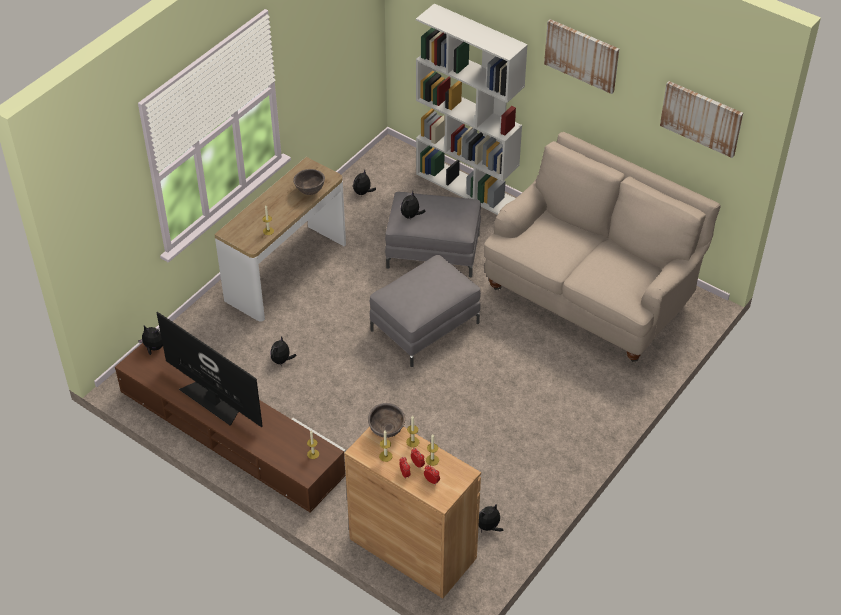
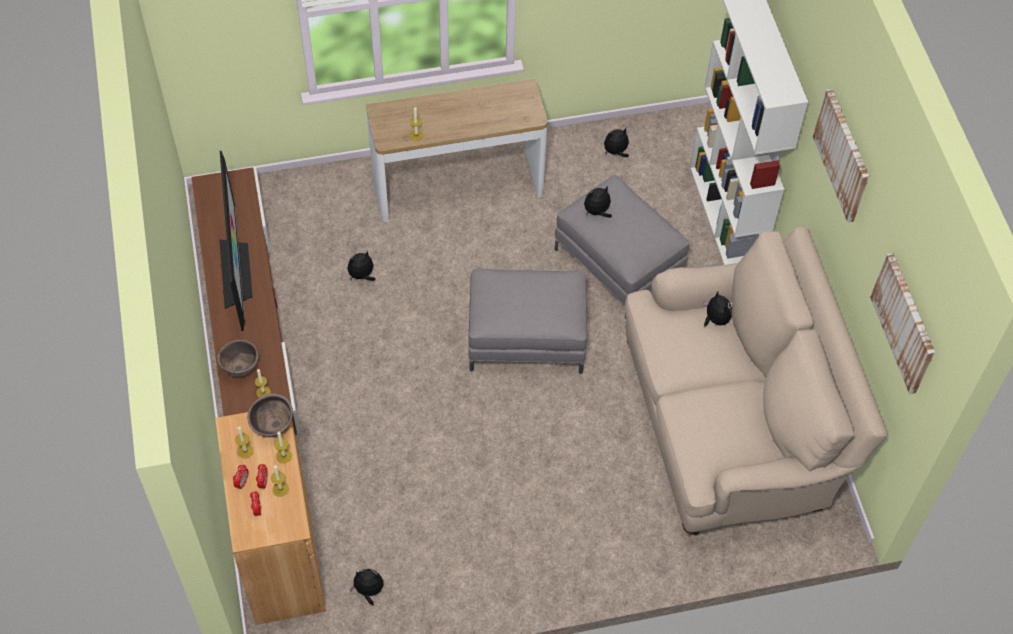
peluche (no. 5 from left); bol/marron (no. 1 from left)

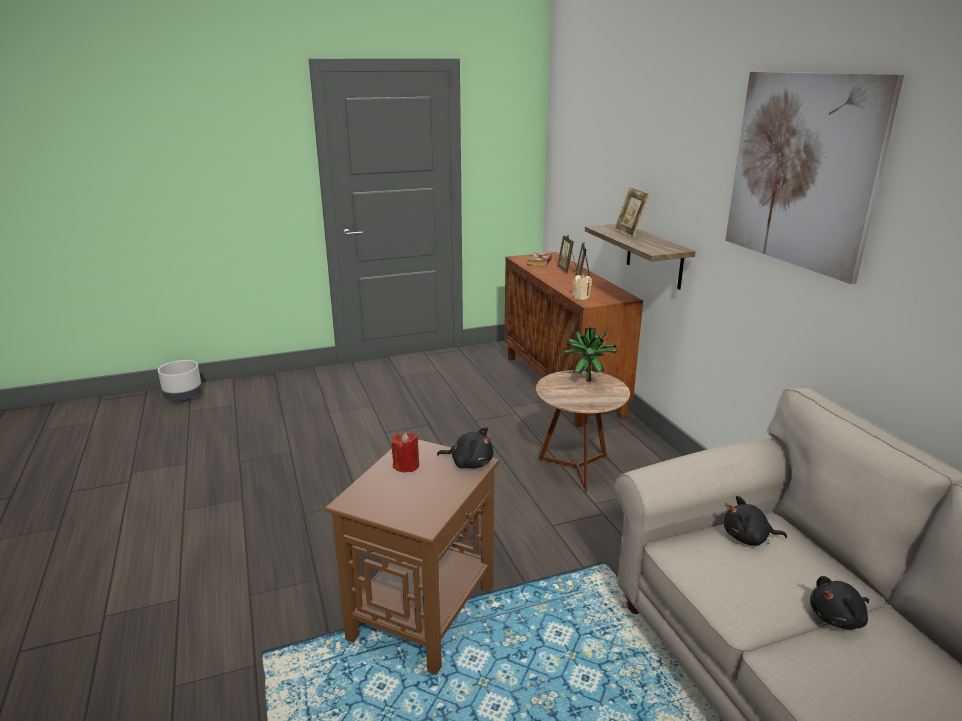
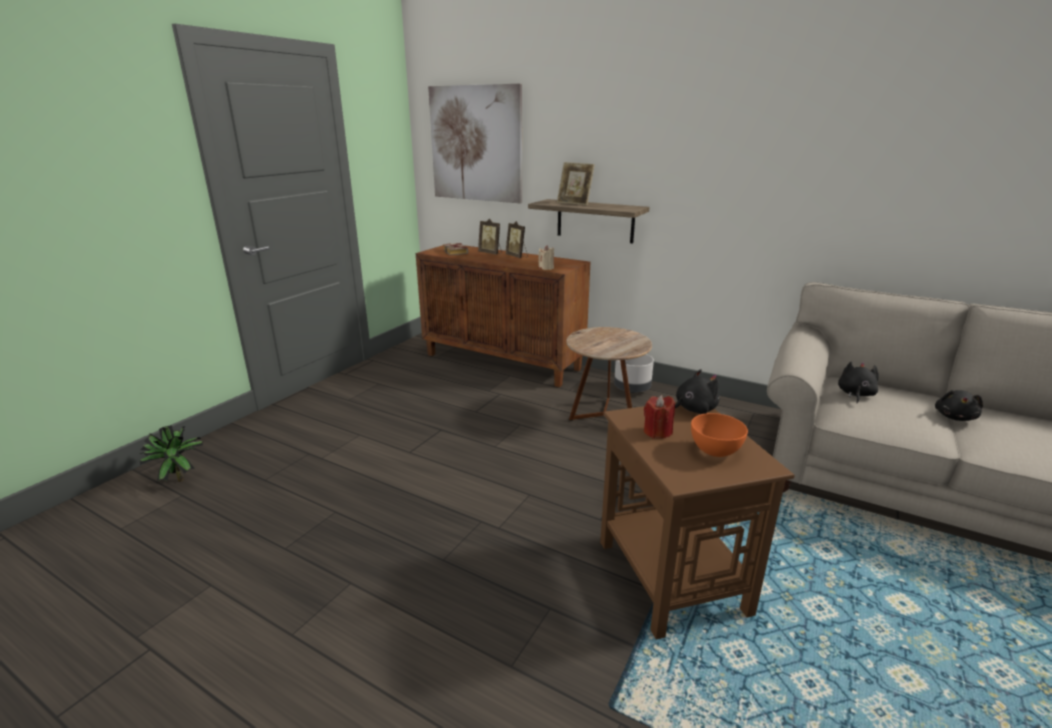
bol/orange; cache-pot/gris; plante en pot; tableau; peluche/noir (no. 2 from left)

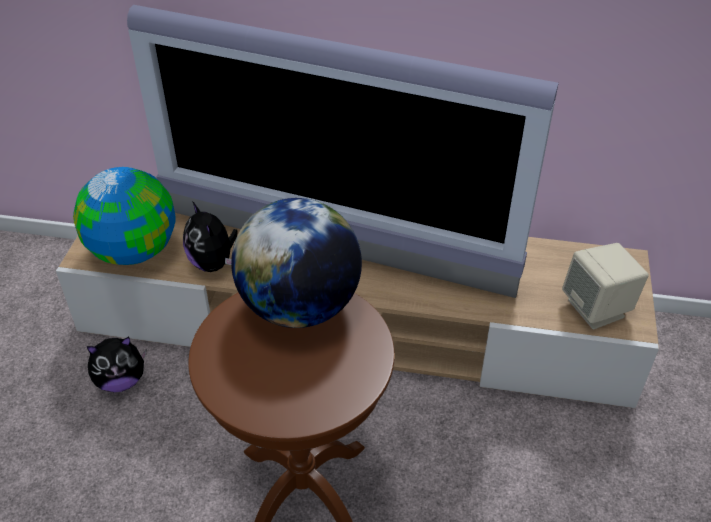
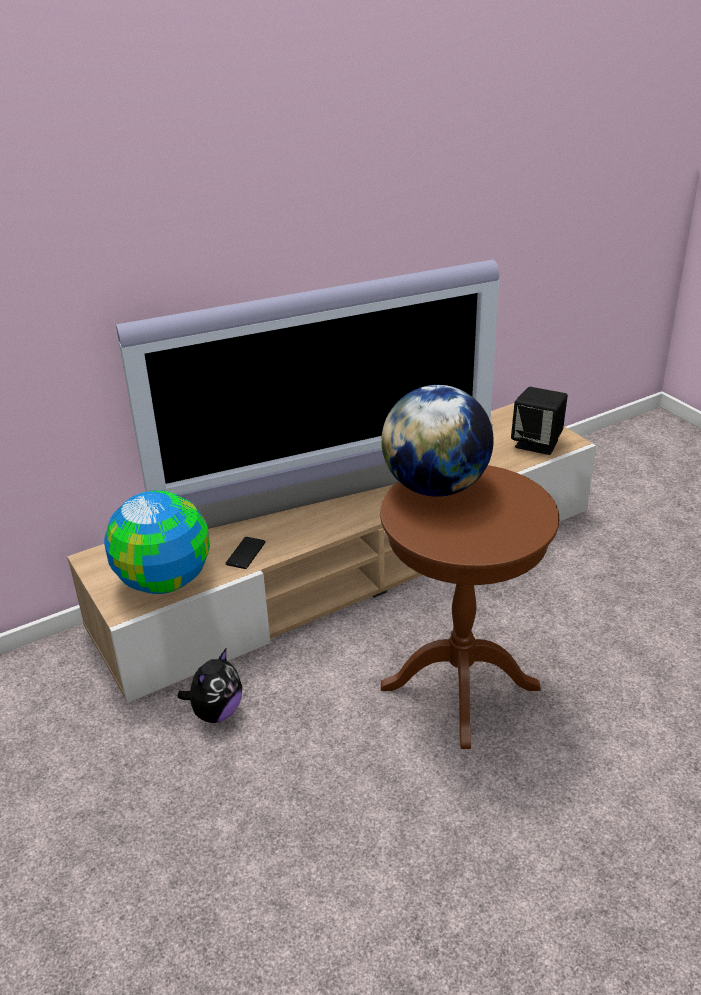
téléphone; enceinte/noir

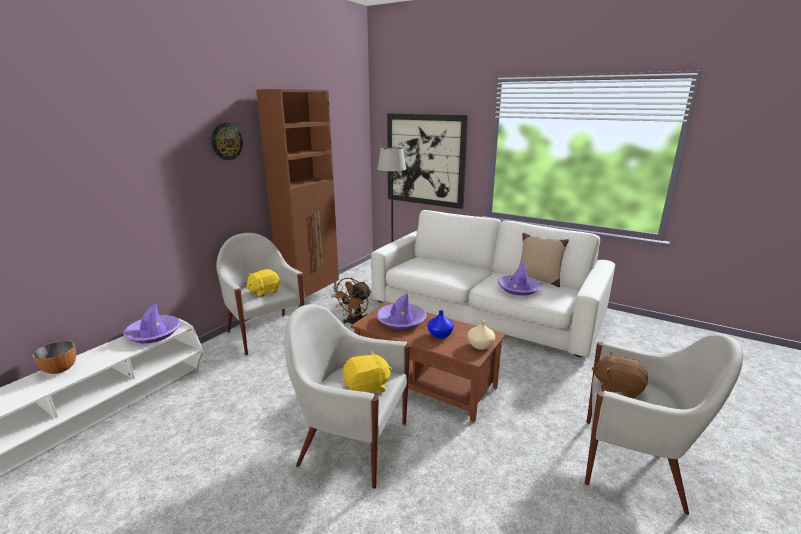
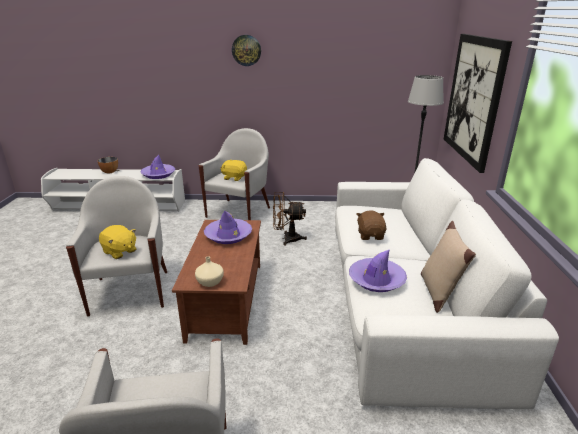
meuble de rangement/marron; vase/bleu; peluche/marron

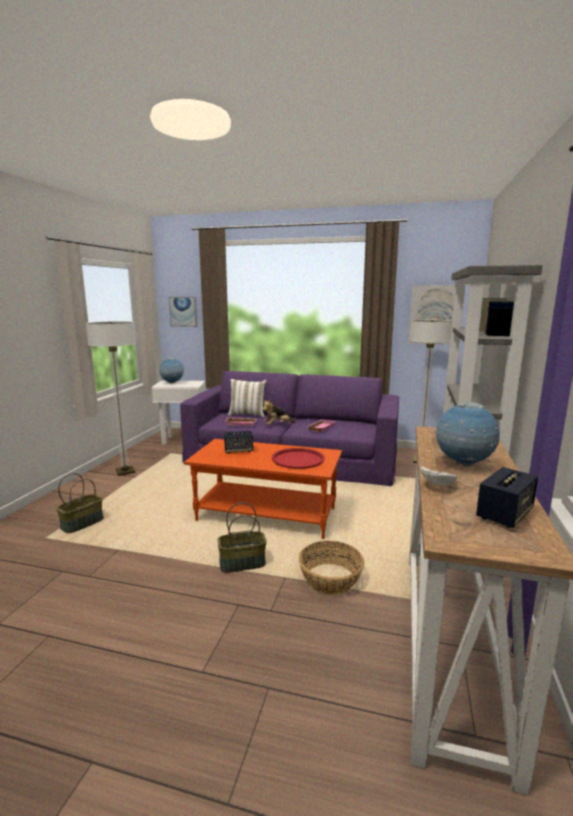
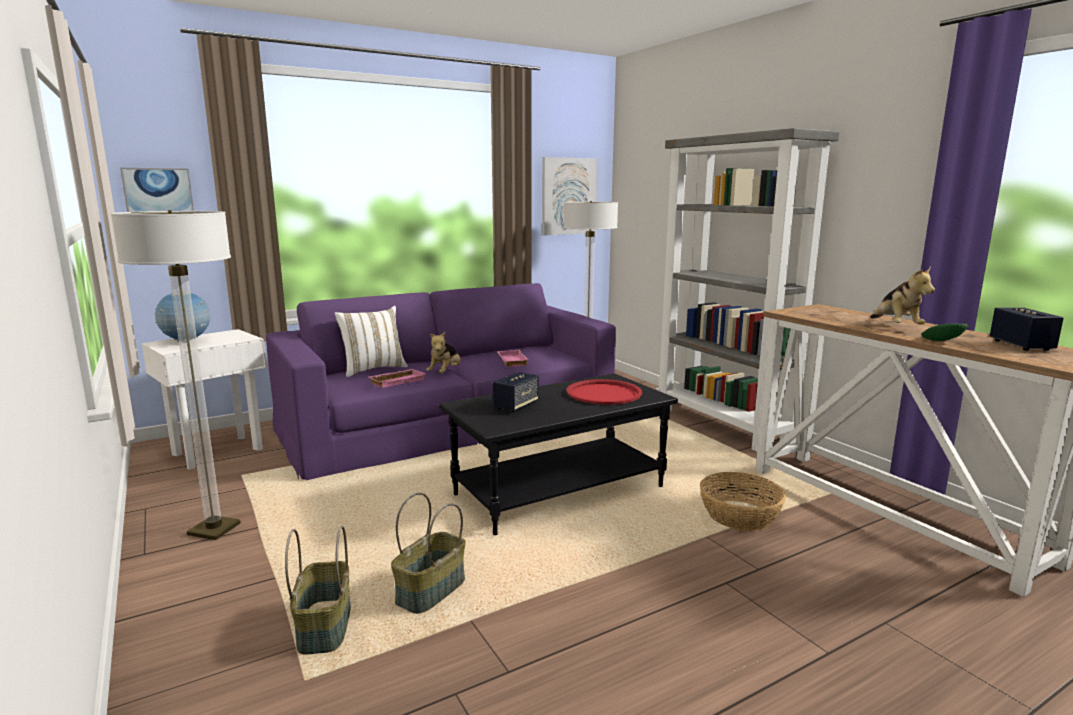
panier (no. 2 from left); peluche (no. 2 from left); table basse/noir; bol/vert

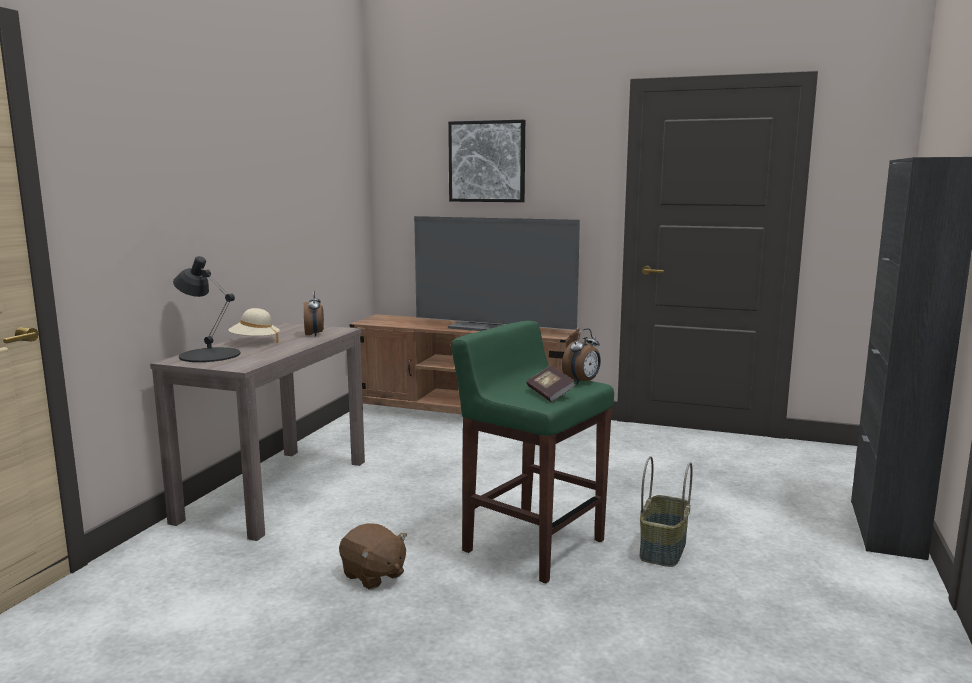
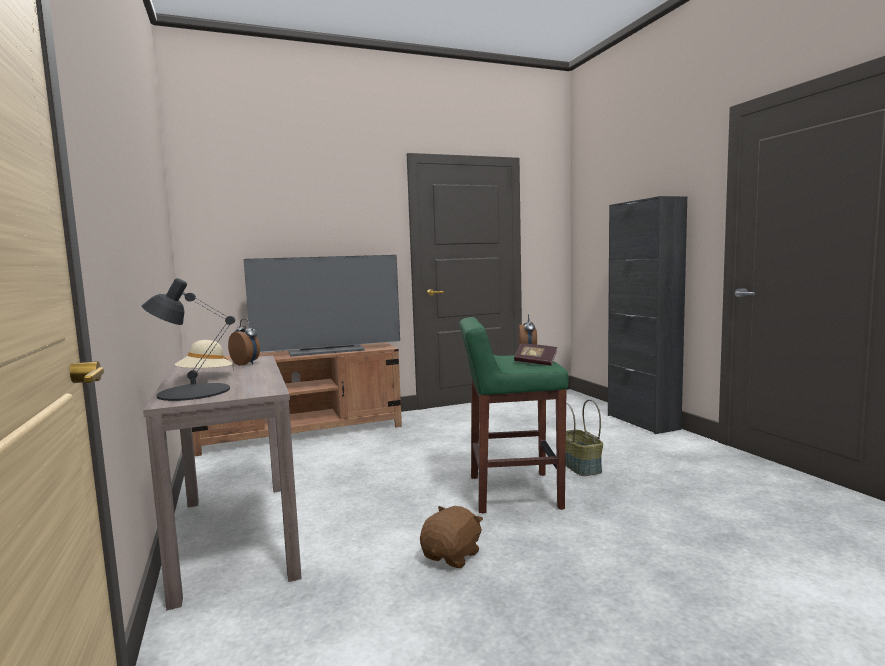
tableau; peluche/marron

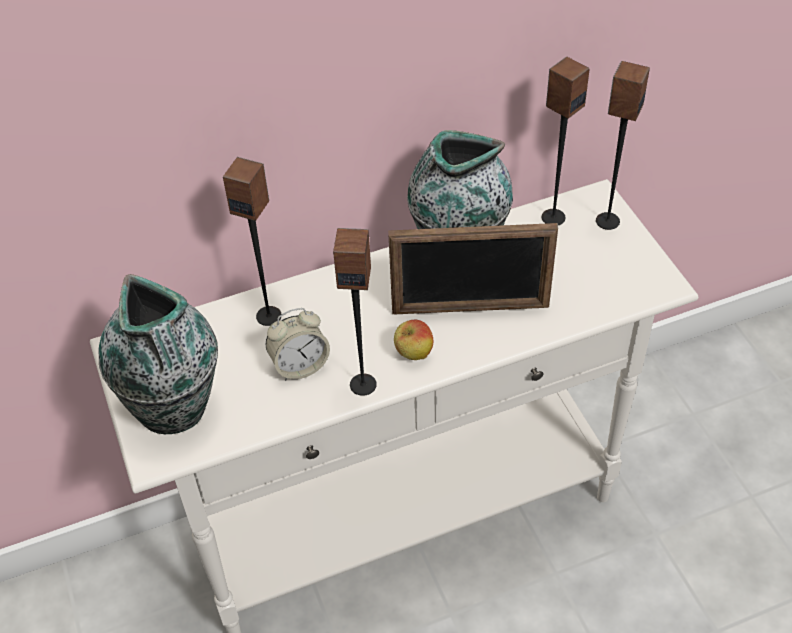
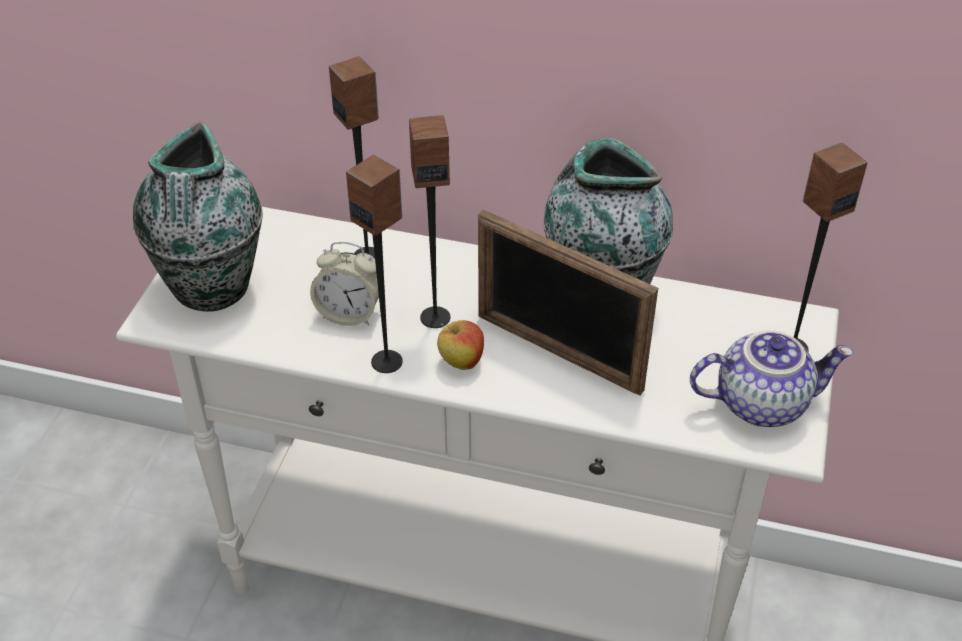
théière; enceinte (no. 3 from left)

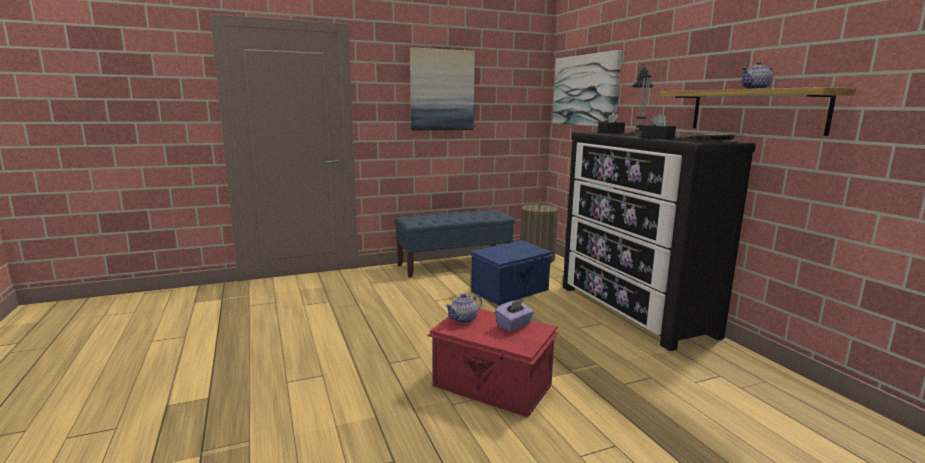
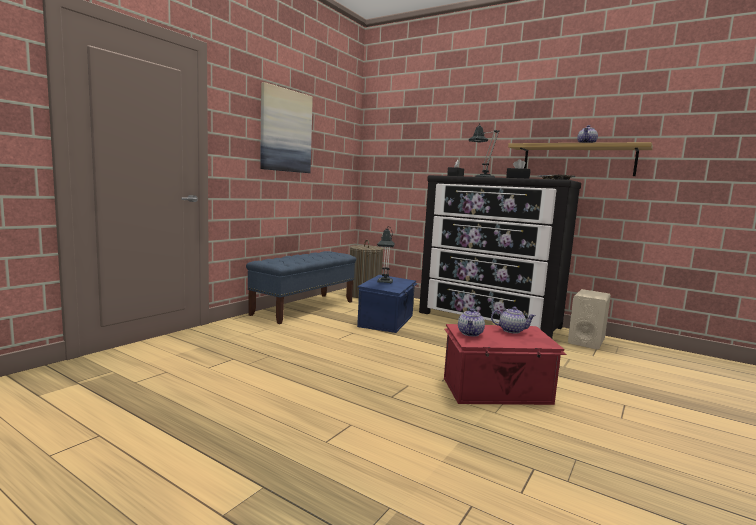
tableau (no. 2 from left in the first image); lampe de table (no. 1 from left); enceinte/beige; théière (no. 2 from left)

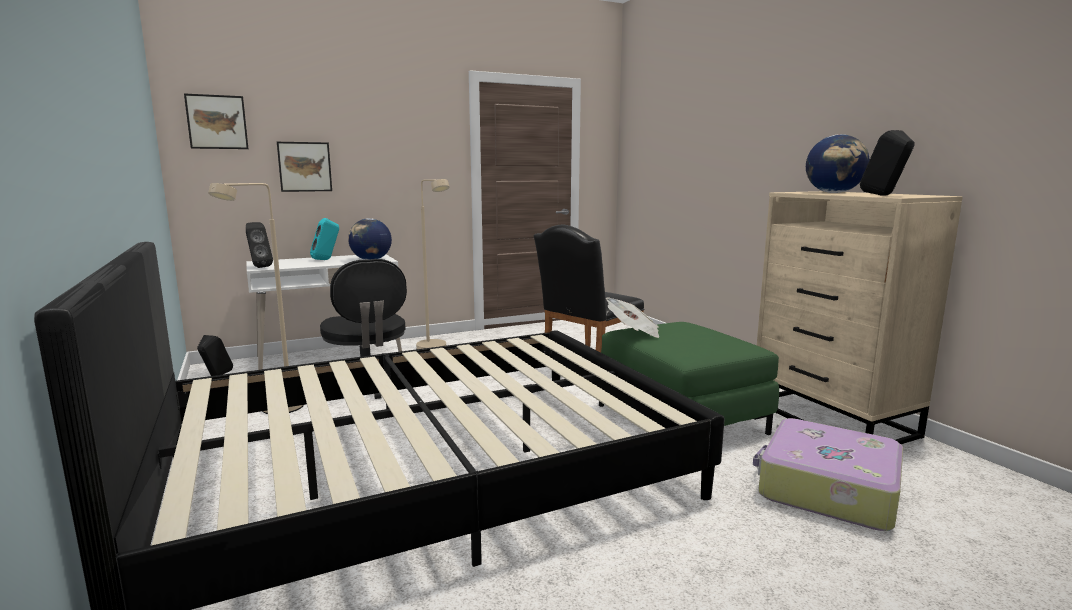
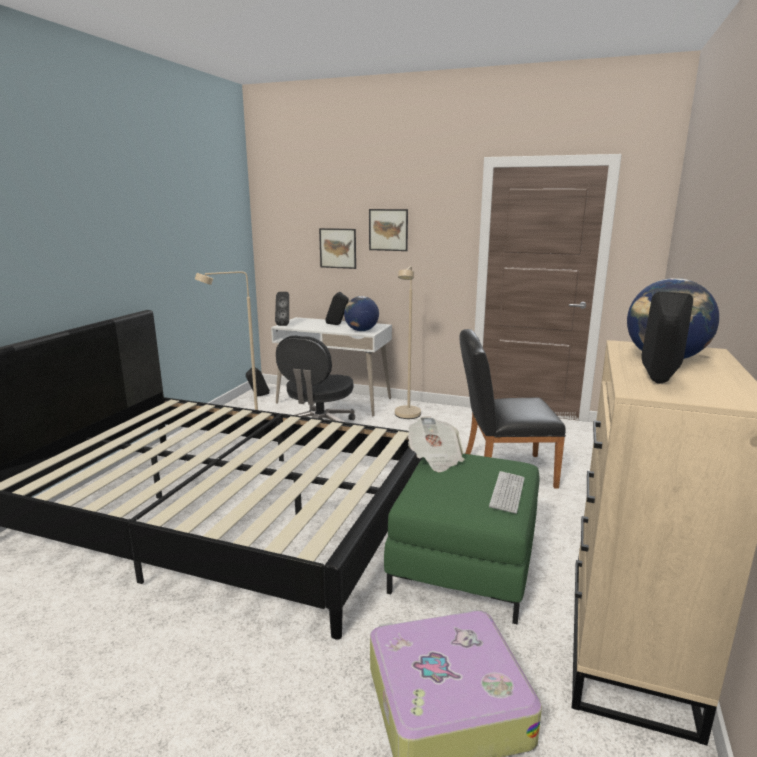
clavier; tableau (no. 2 from left); enceinte/noir (no. 3 from left)

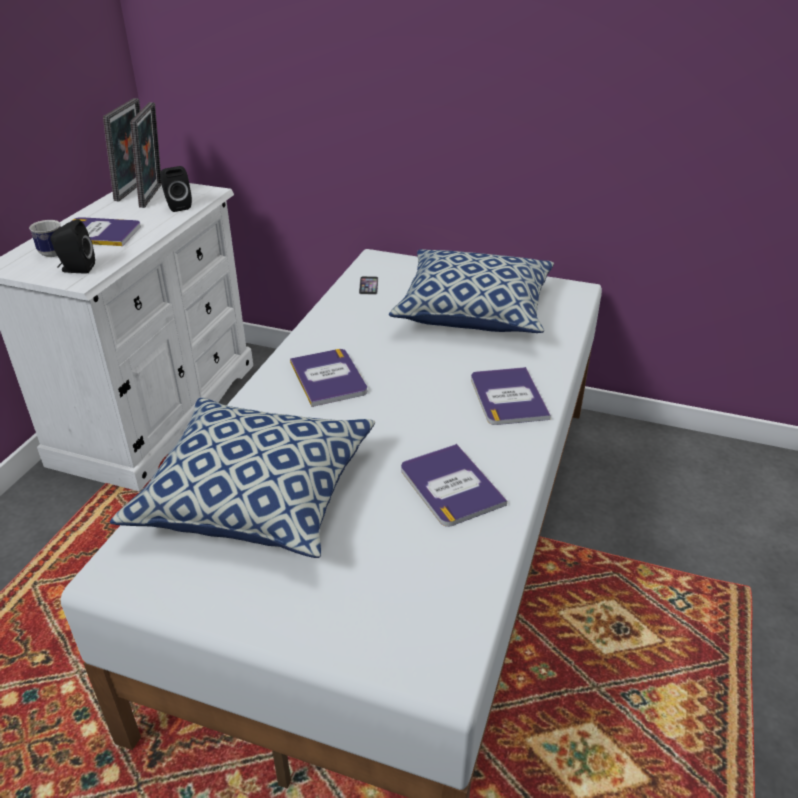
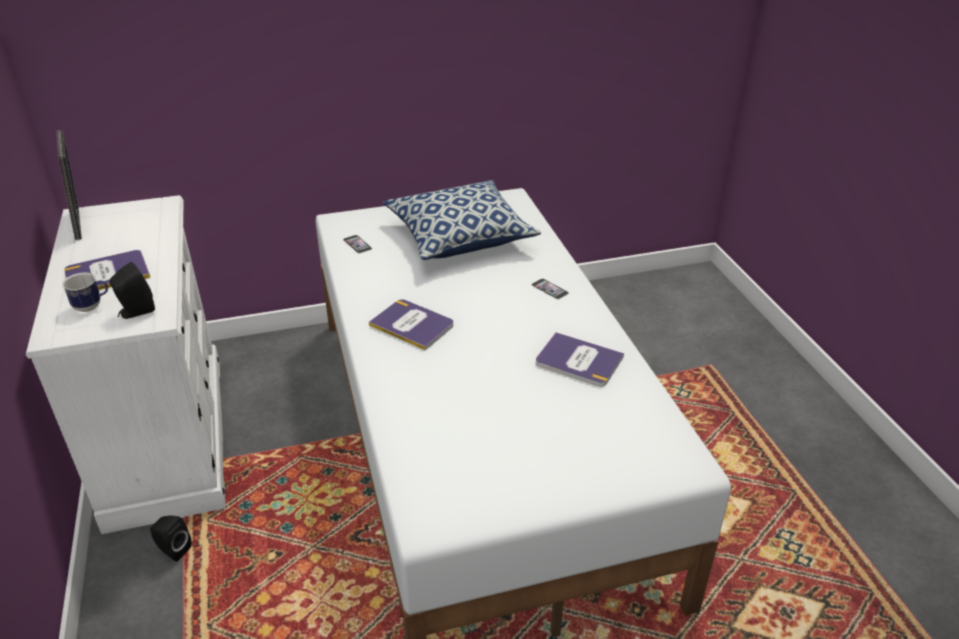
coussin (no. 1 from left in the first image); cadre photo (no. 2 from left in the first image); enceinte/noir (no. 2 from left); téléphone (no. 2 from left)

